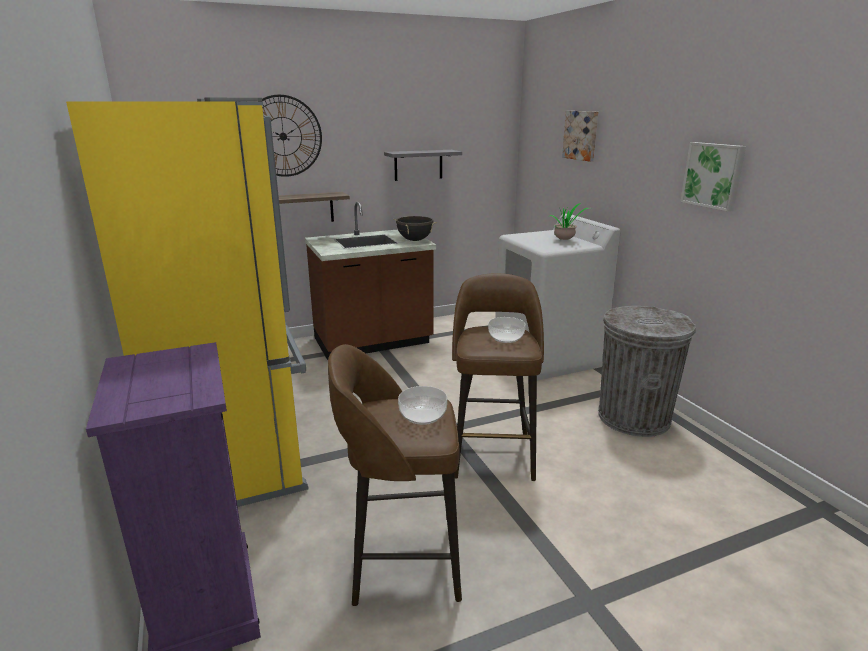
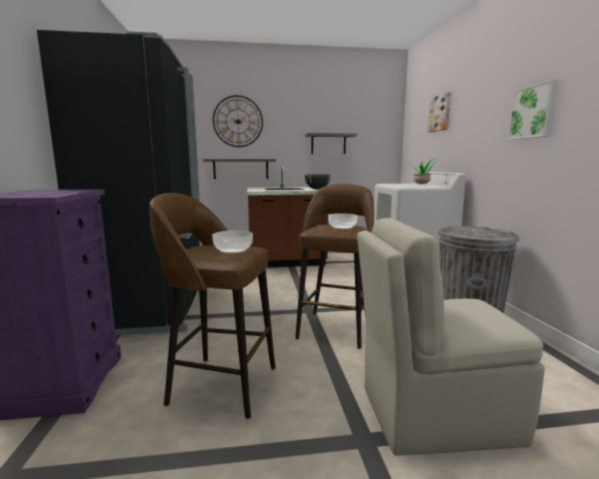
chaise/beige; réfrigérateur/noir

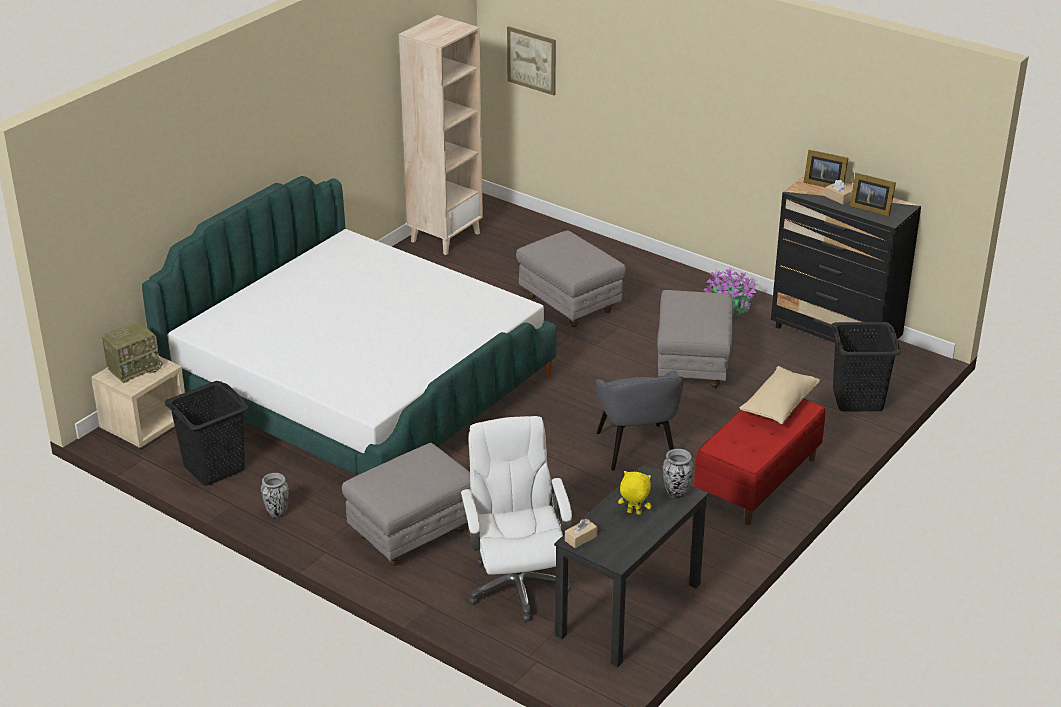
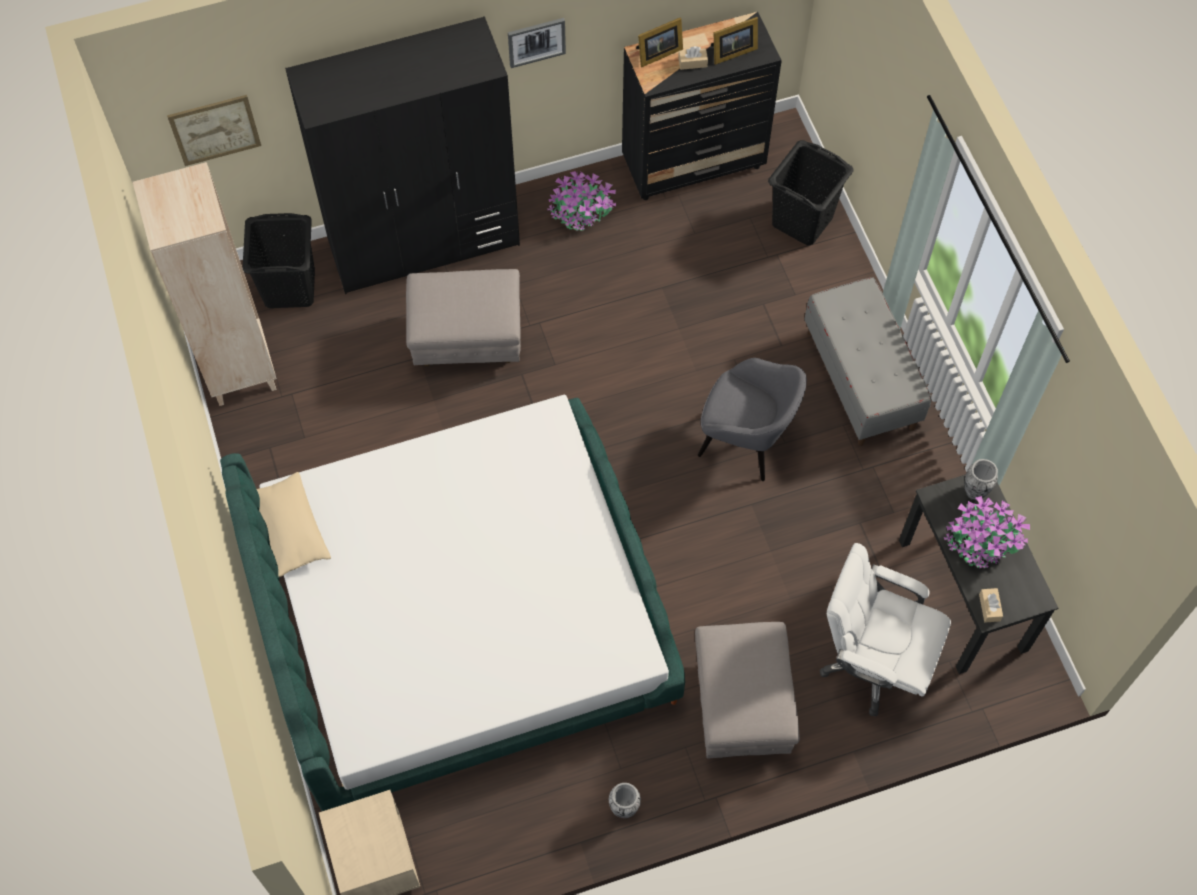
radio; pouf/gris (no. 3 from left in the first image); armoire/noir; tableau (no. 2 from left); panier à linge/noir (no. 1 from left); coussin/beige; plante en pot (no. 2 from left); banc/gris

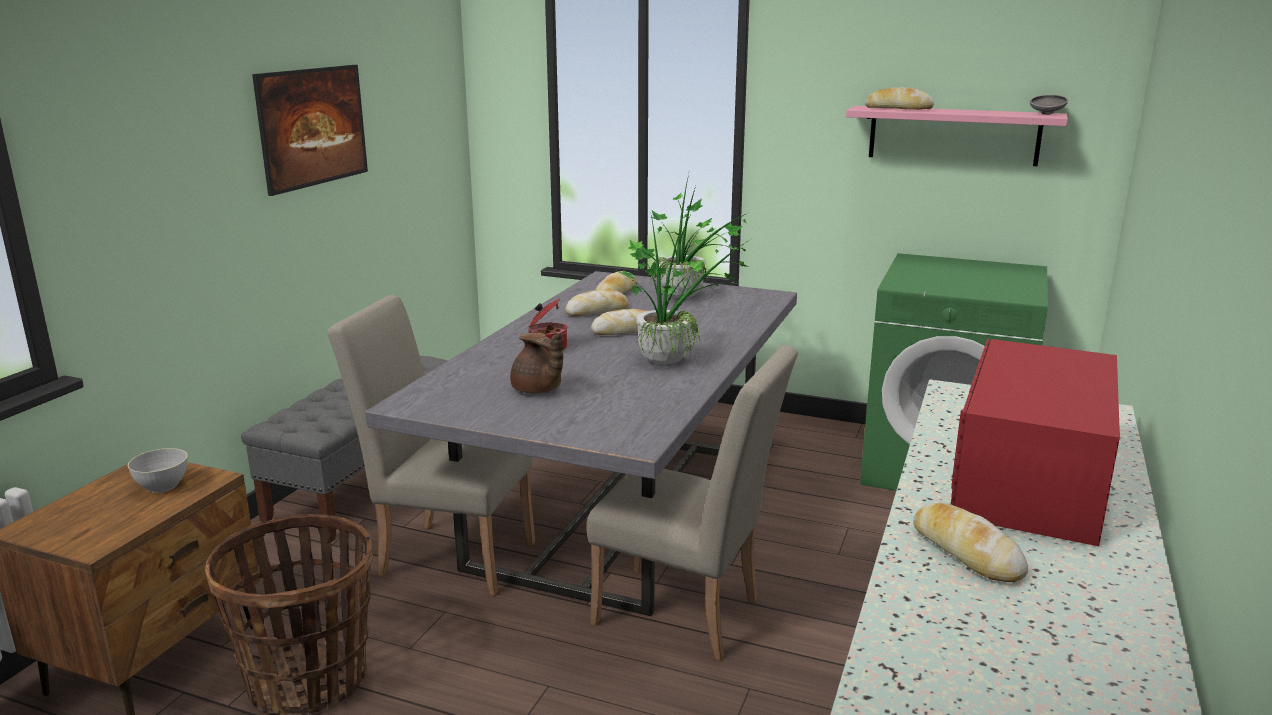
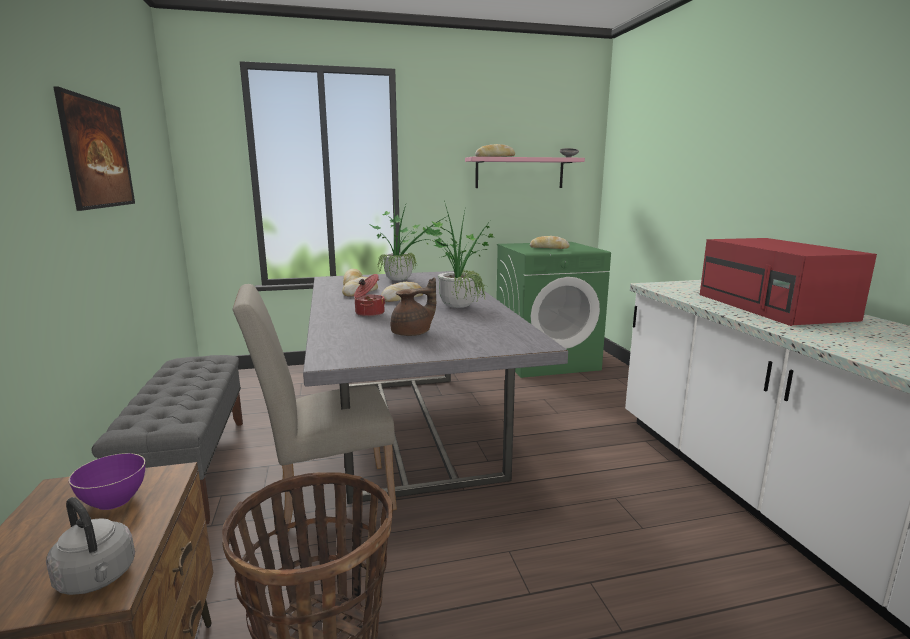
chaise/beige (no. 2 from left in the first image); bouilloire/gris; pain (no. 5 from left); bol/violet; théière/marron

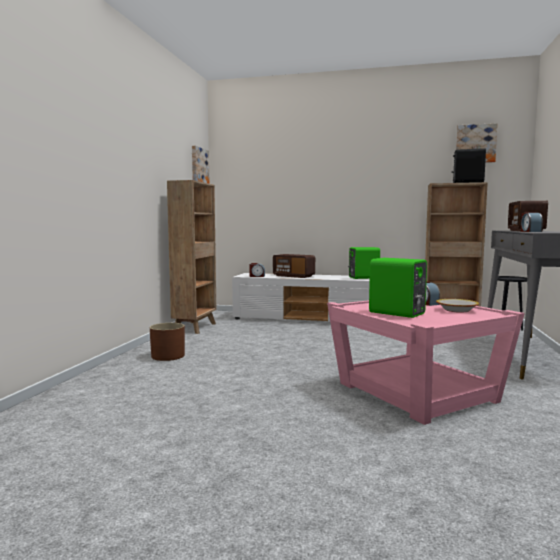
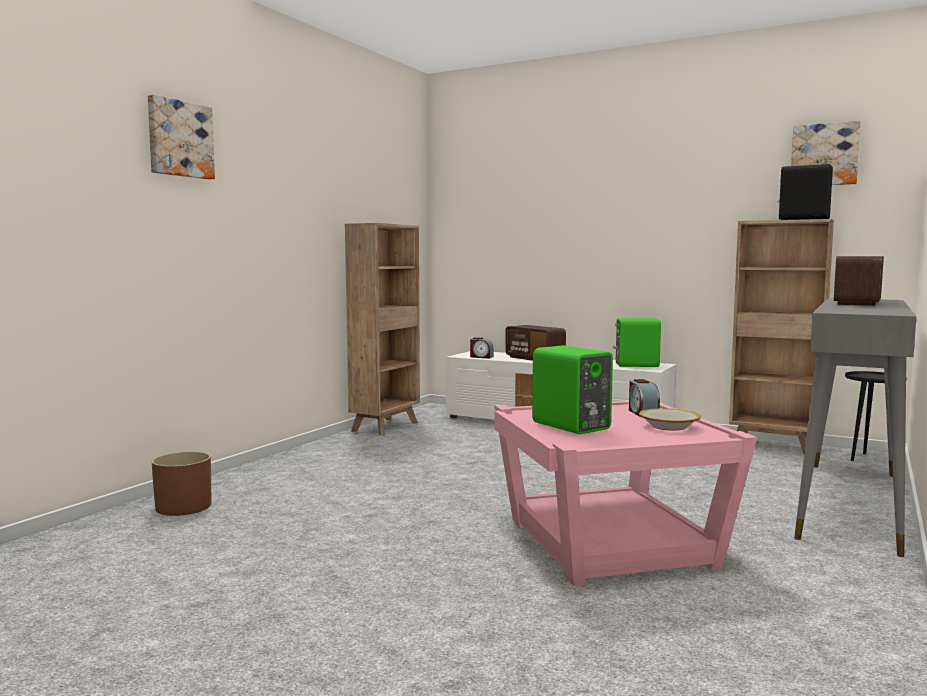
réveil (no. 3 from left in the first image); cache-pot/marron; tableau (no. 1 from left)

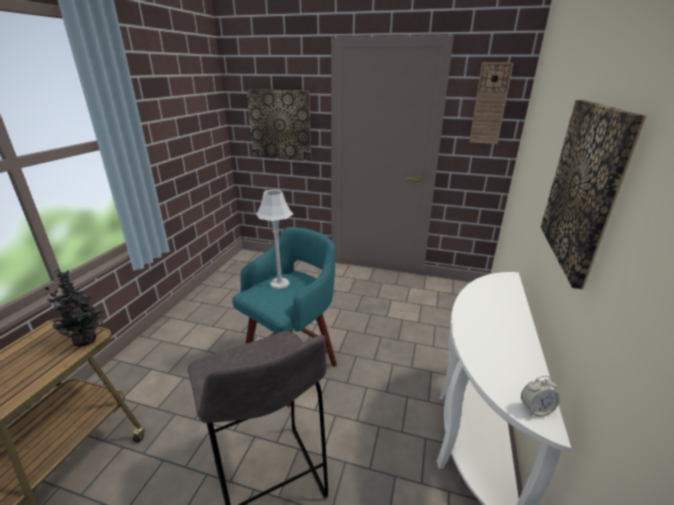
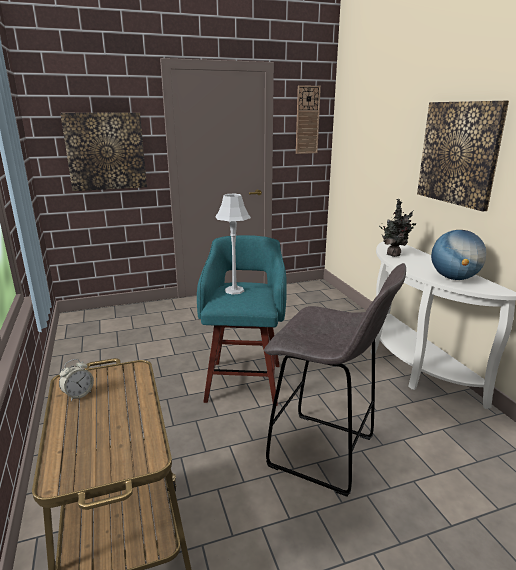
globe; plante en pot; réveil

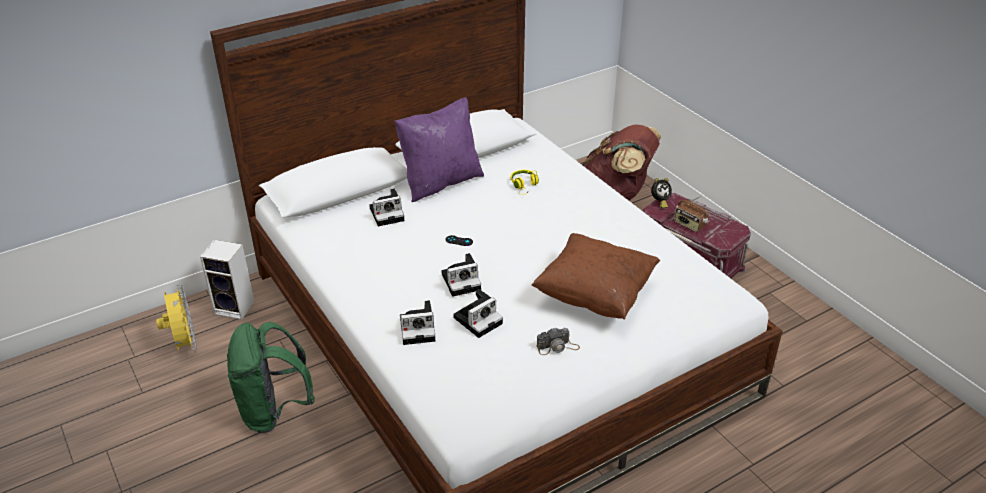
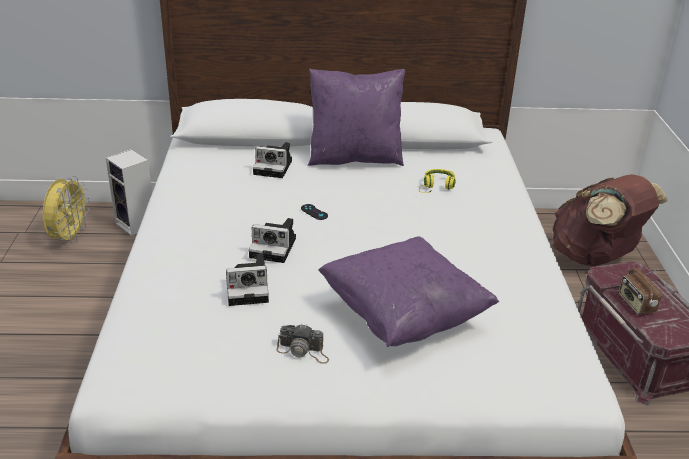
sac à dos/vert; appareil photo (no. 2 from left in the first image); réveil; coussin/violet (no. 2 from left)

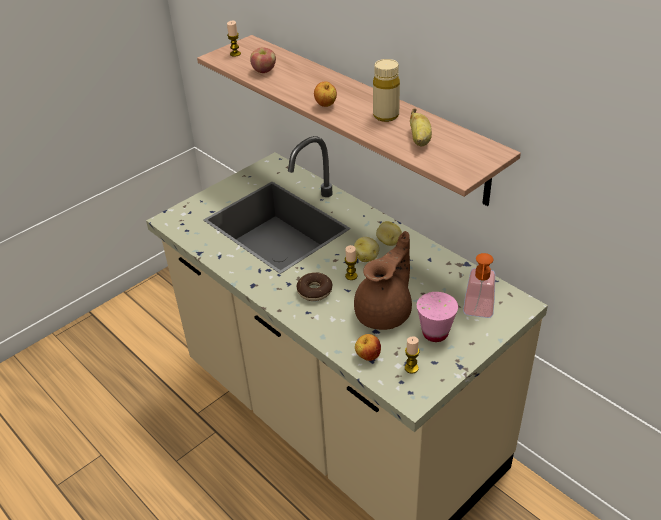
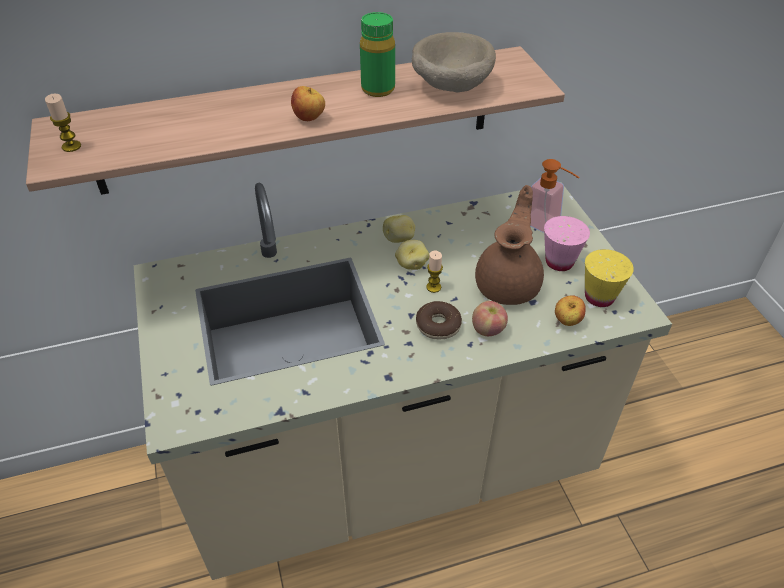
pomme (no. 2 from left); tasse/jaune; bol/beige; bouteille/vert; théière/marron

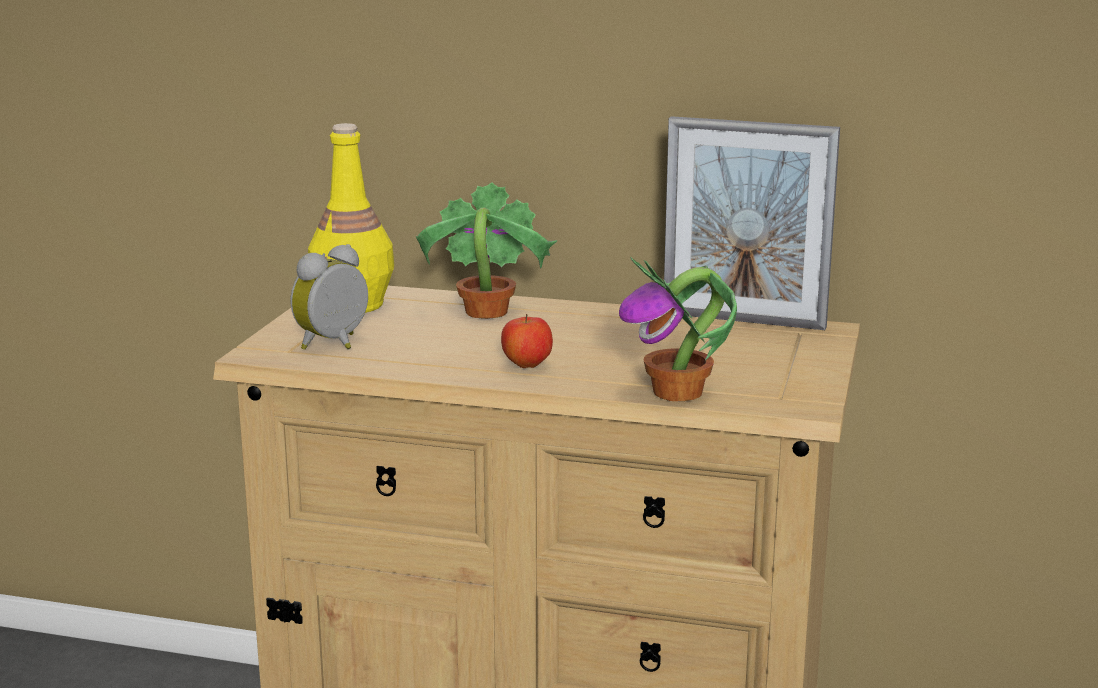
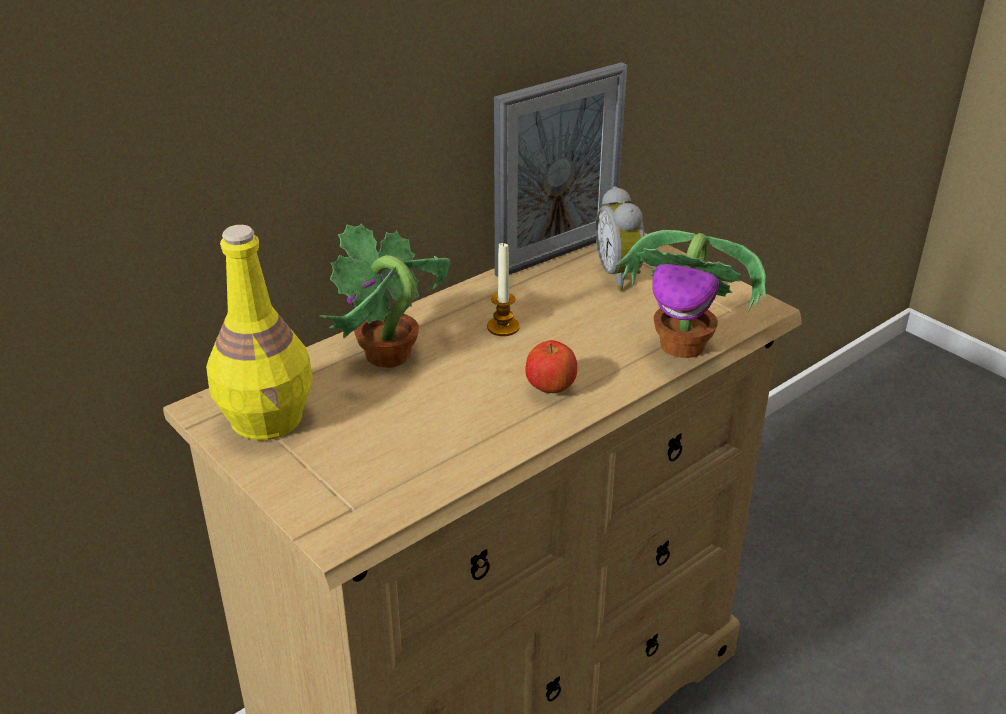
bougie; réveil

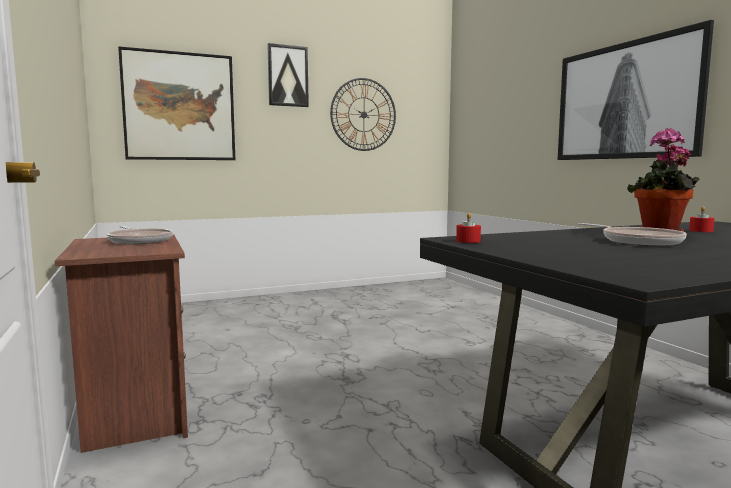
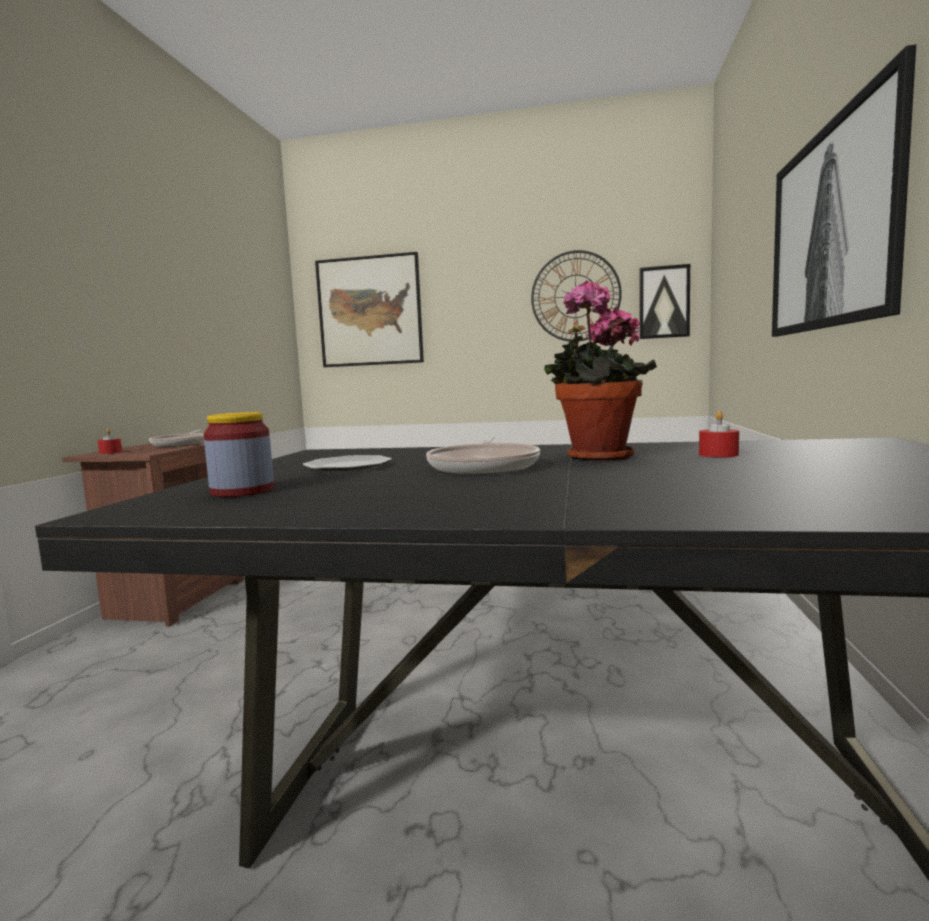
bocal; assiette; tableau (no. 2 from left); bougie/rouge (no. 1 from left)

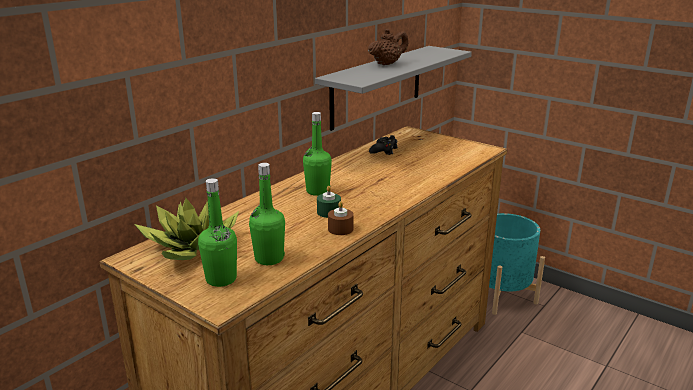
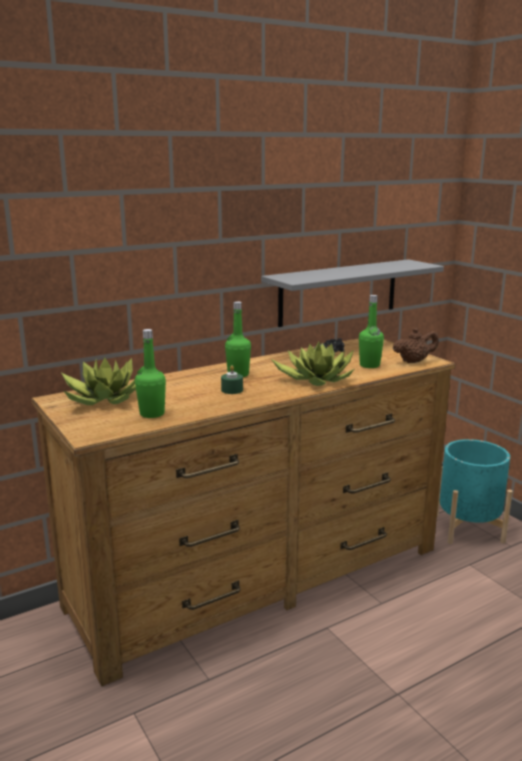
bougie/marron; plante en pot (no. 2 from left); bouteille/vert (no. 3 from left); théière/marron

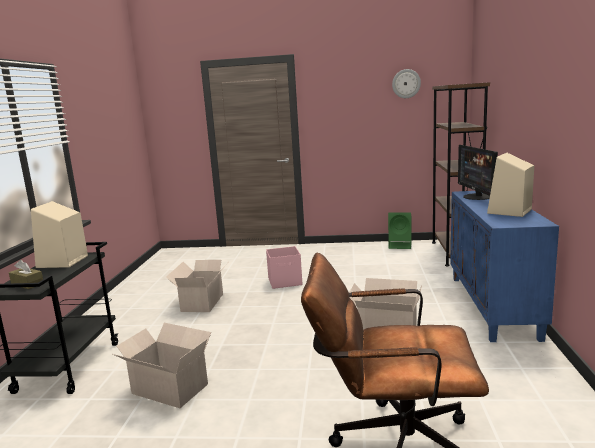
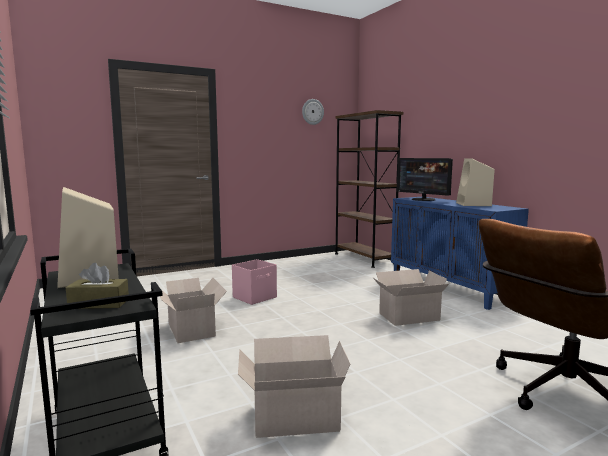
enceinte/vert

